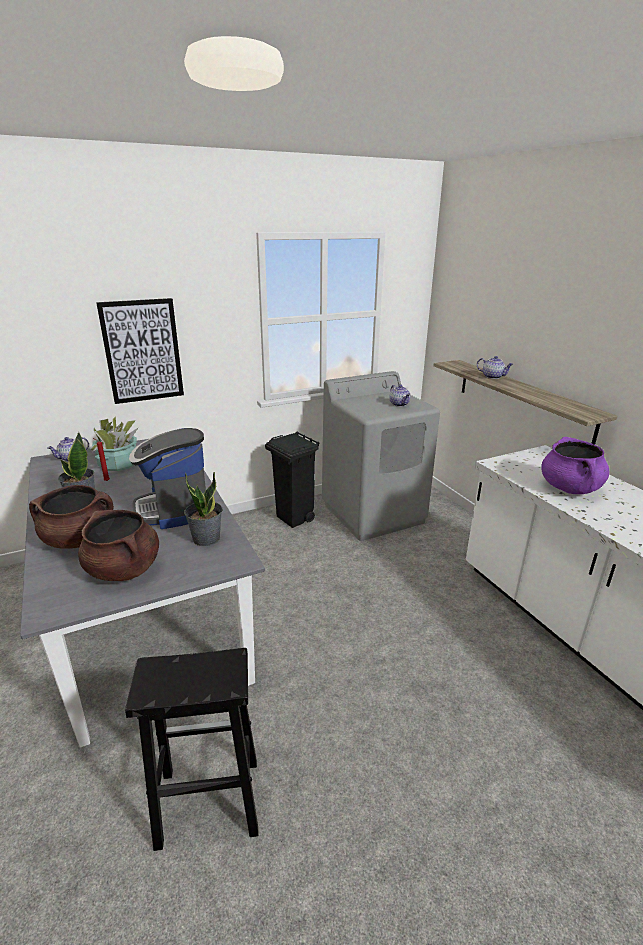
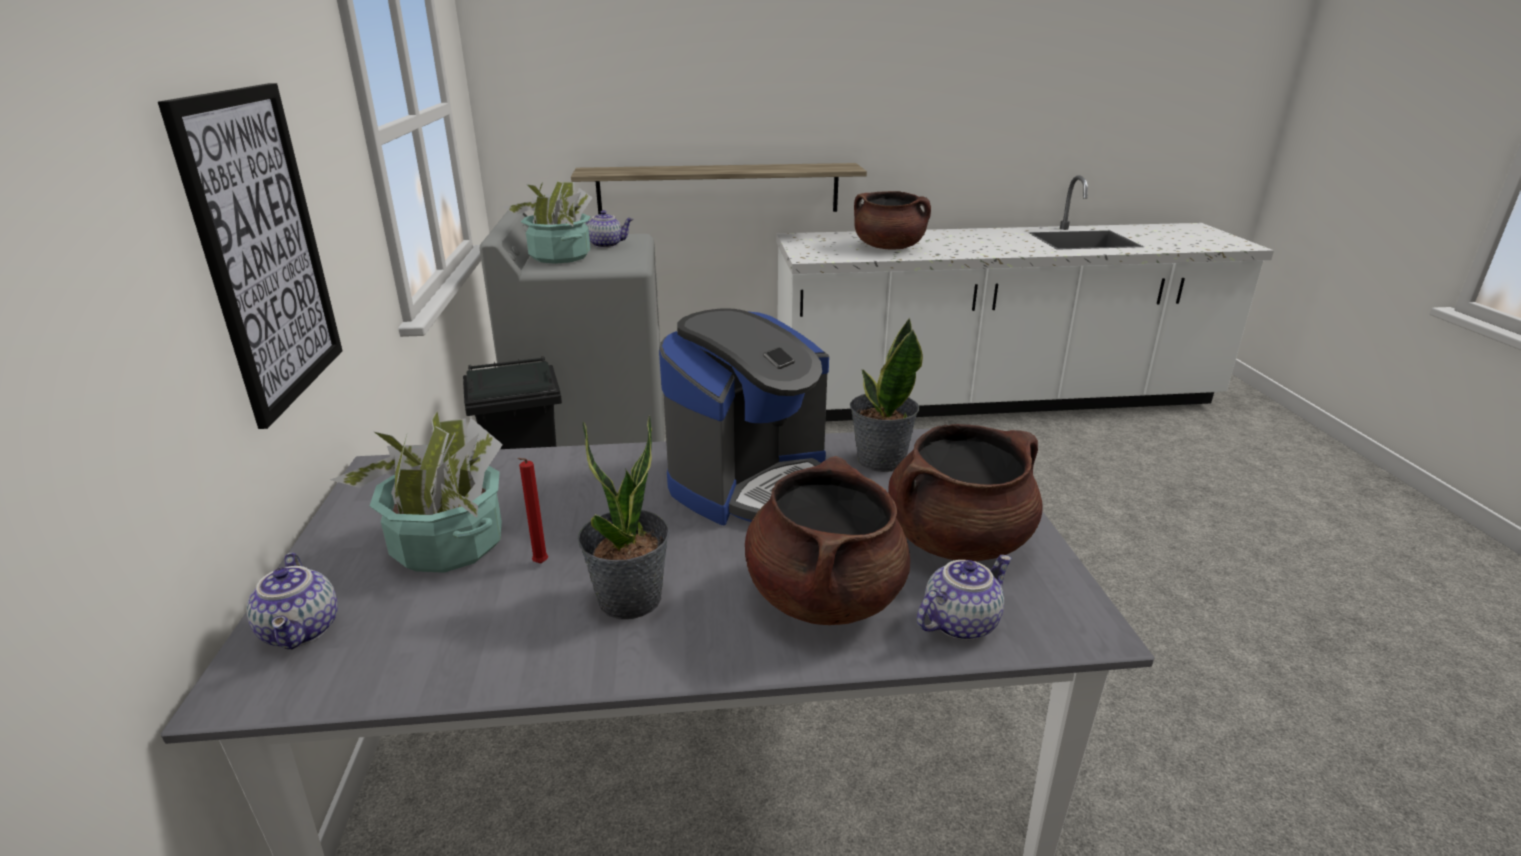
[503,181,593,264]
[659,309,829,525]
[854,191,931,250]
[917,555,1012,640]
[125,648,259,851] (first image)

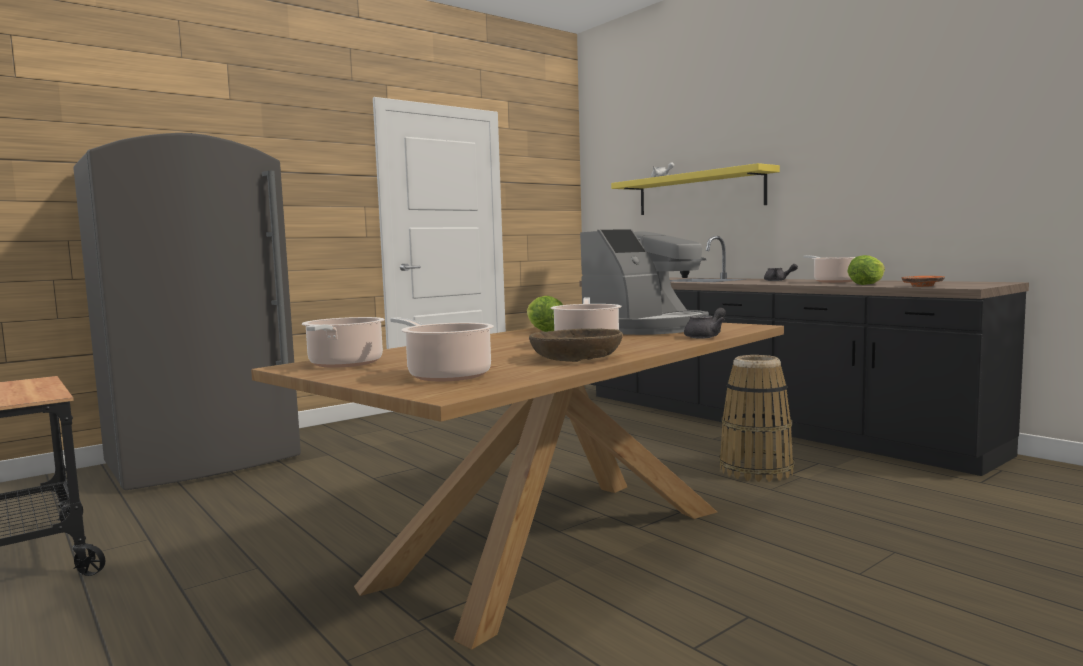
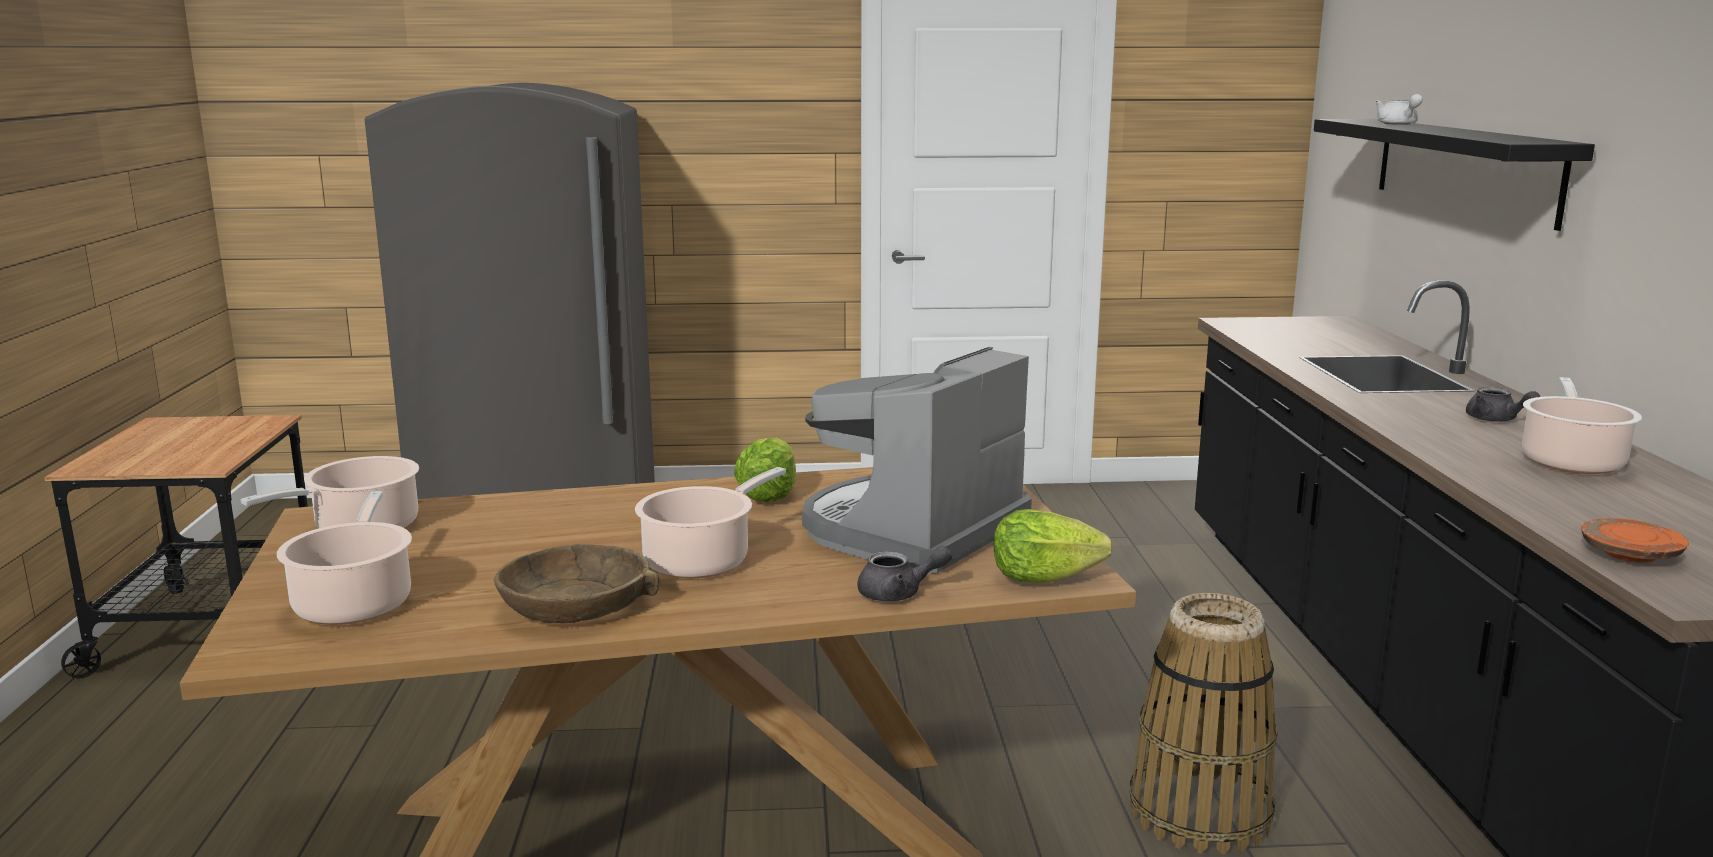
[802,347,1032,574]
[993,509,1112,583]
[1314,119,1595,231]

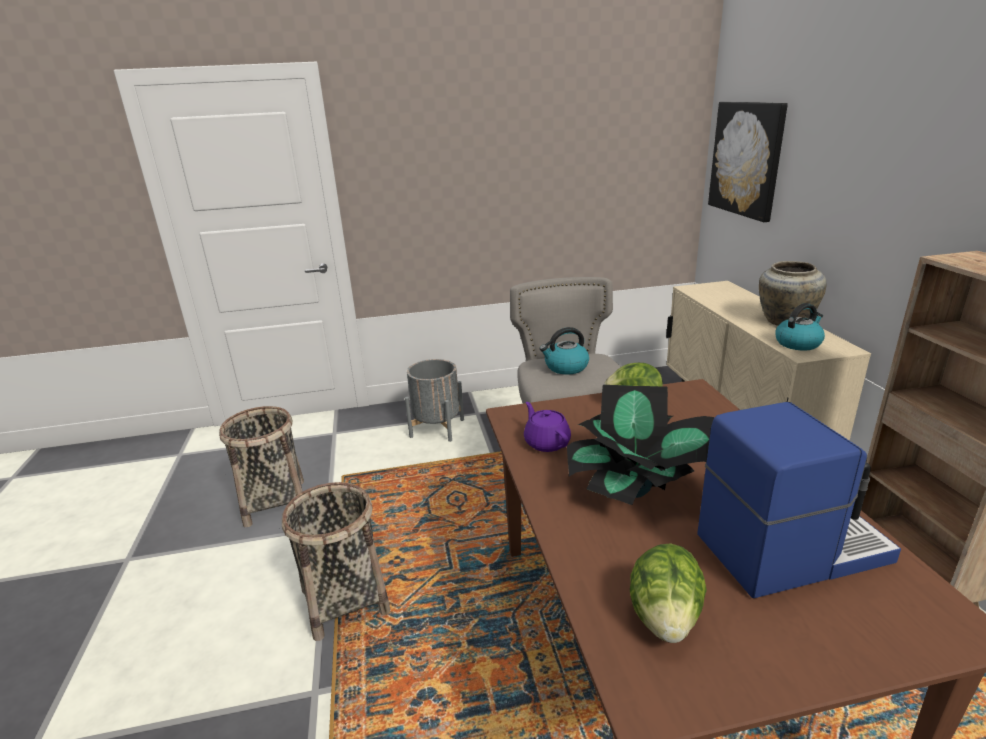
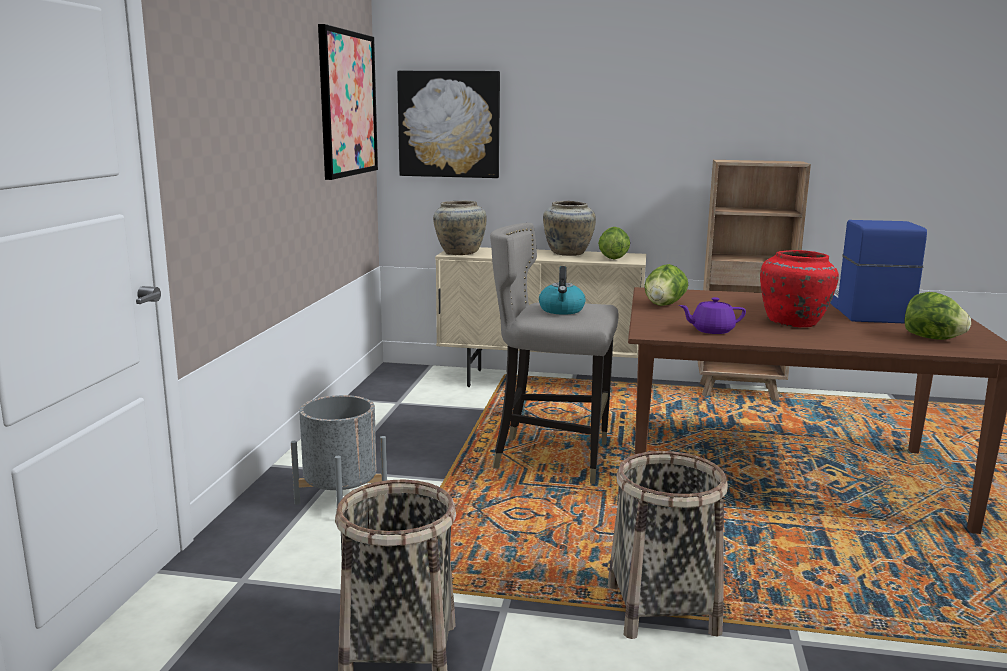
[318,24,378,180]
[433,201,487,255]
[598,227,630,260]
[760,250,839,327]

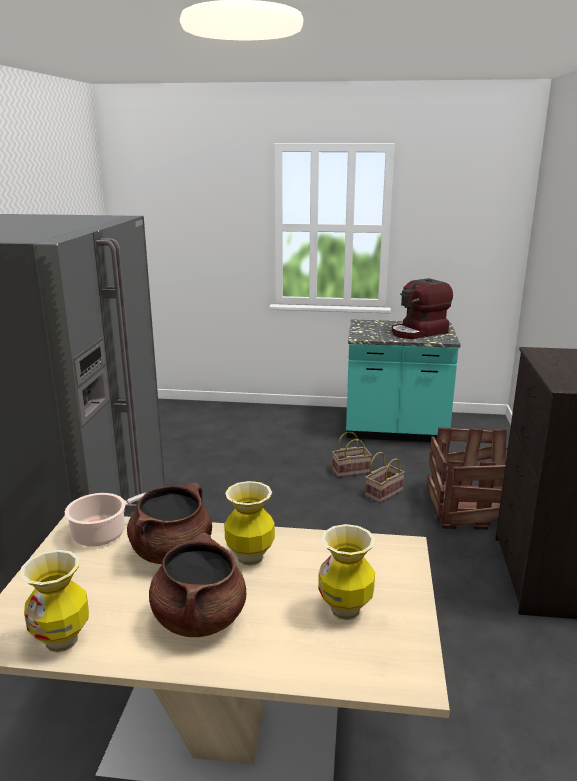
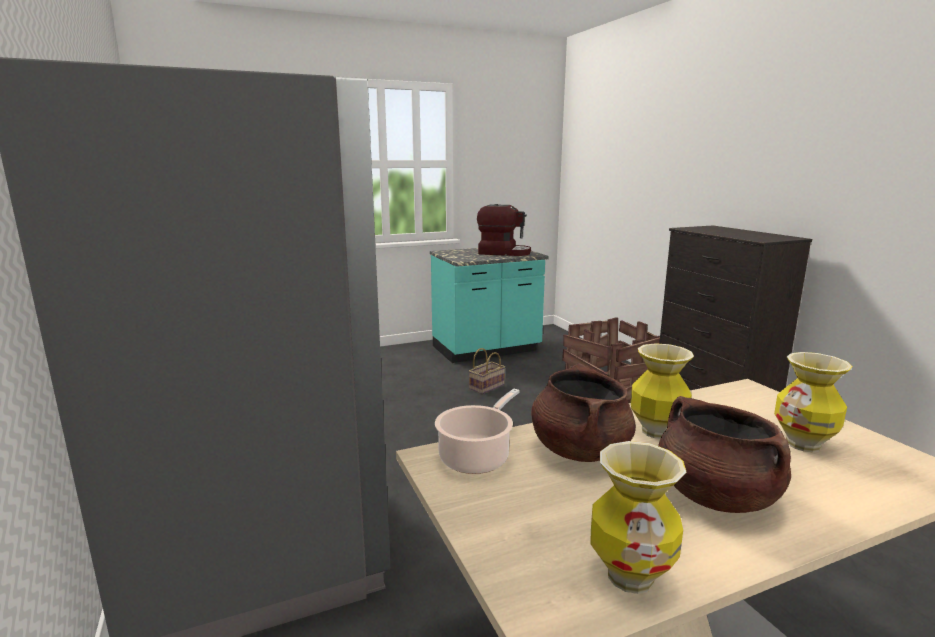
[477,204,531,256]
[365,452,405,503] (first image)

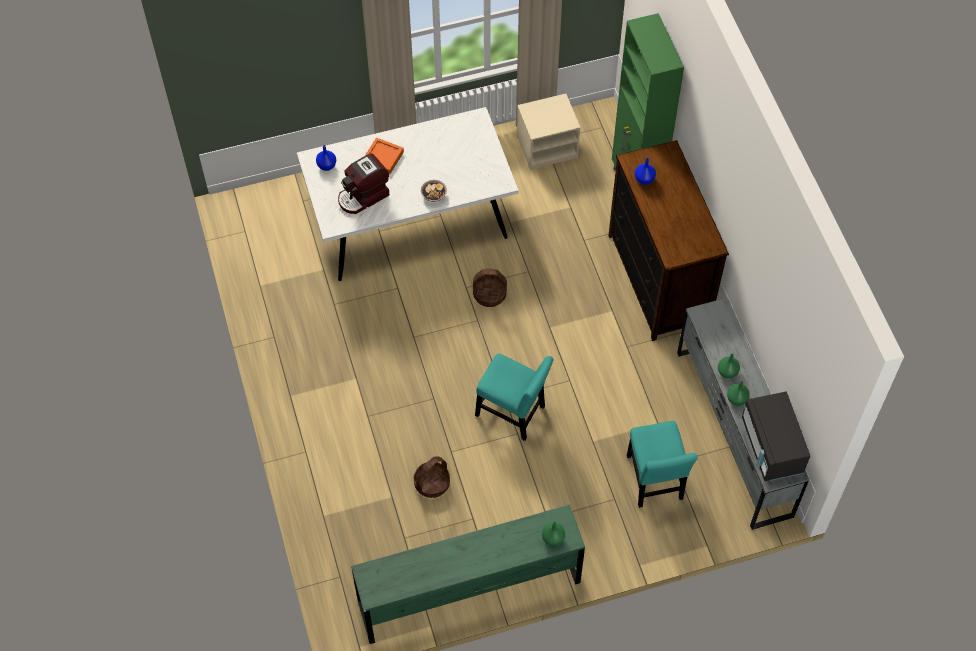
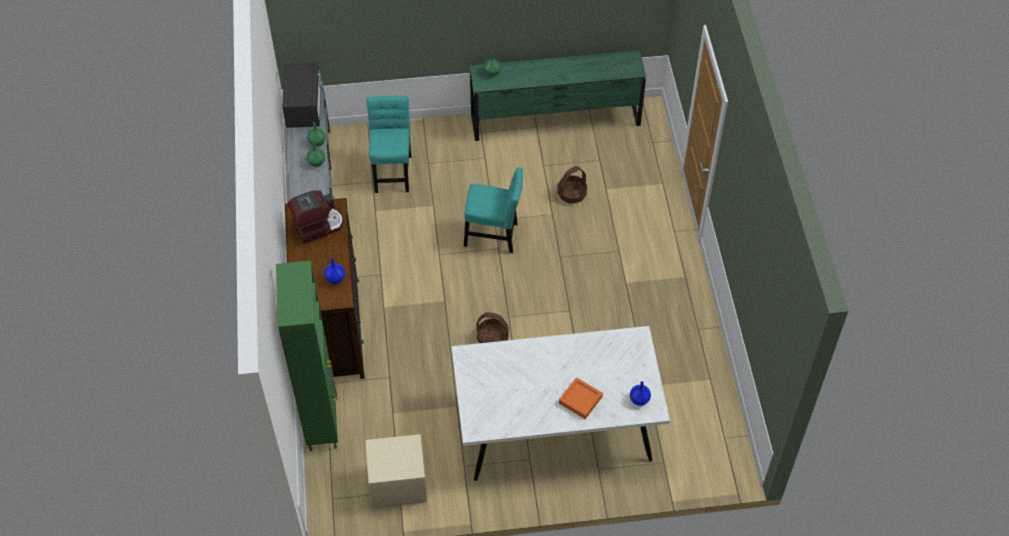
[288,190,343,244]
[464,167,523,253]
[421,180,447,202] (first image)

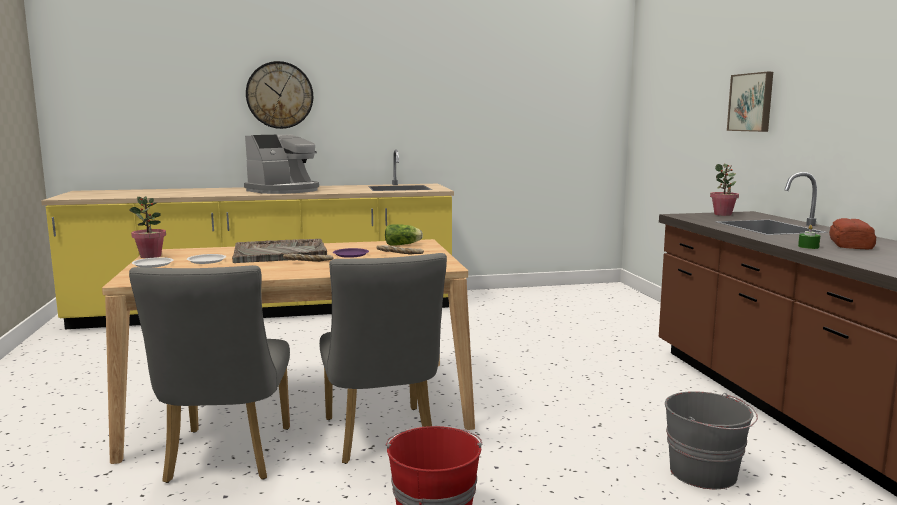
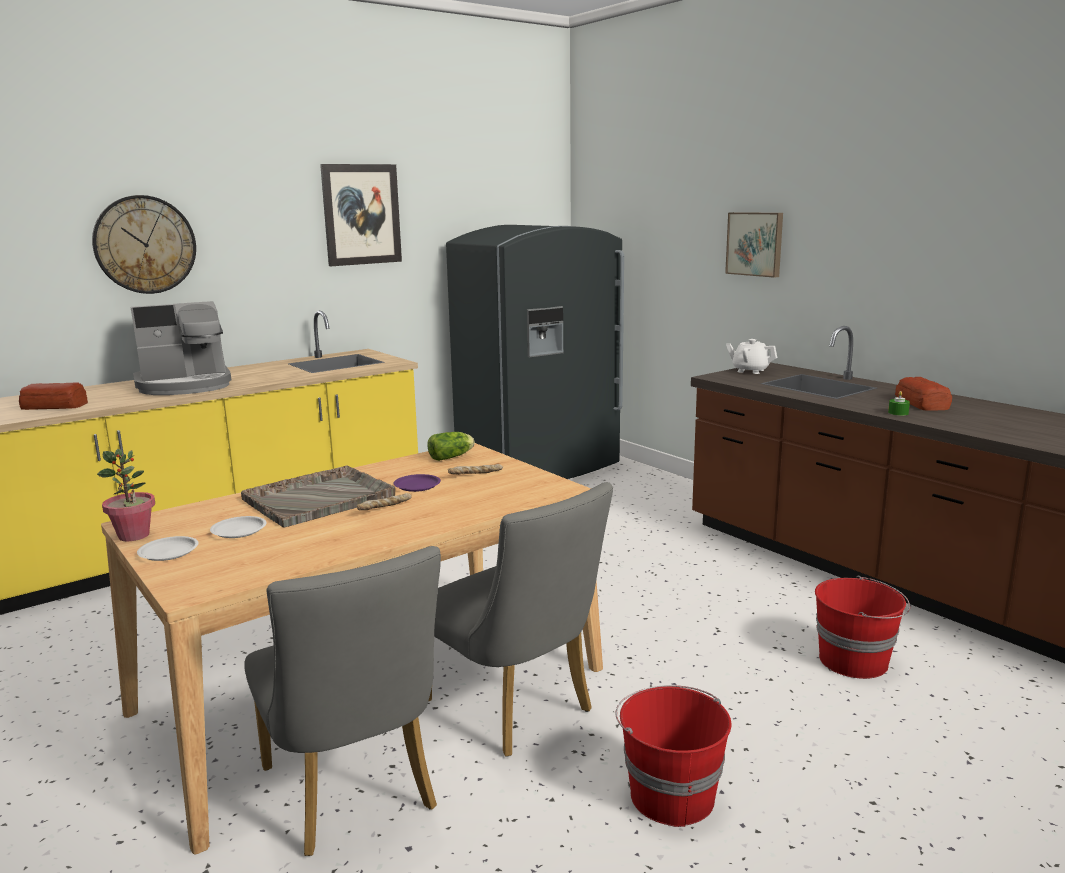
[19,383,88,410]
[131,301,231,395]
[320,164,402,266]
[446,225,624,479]
[726,339,777,374]
[815,576,910,679]

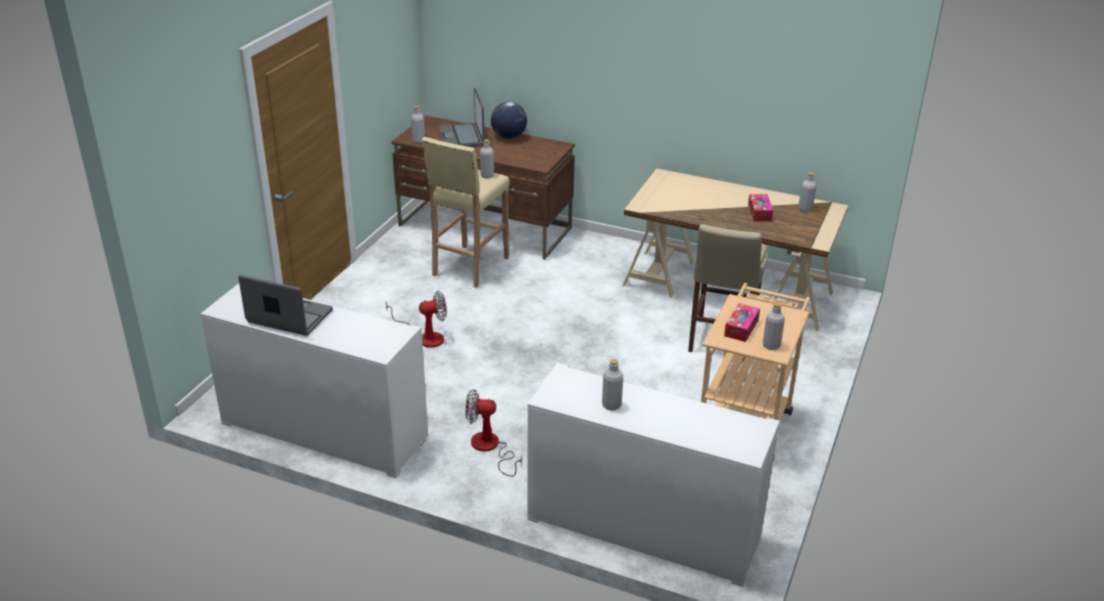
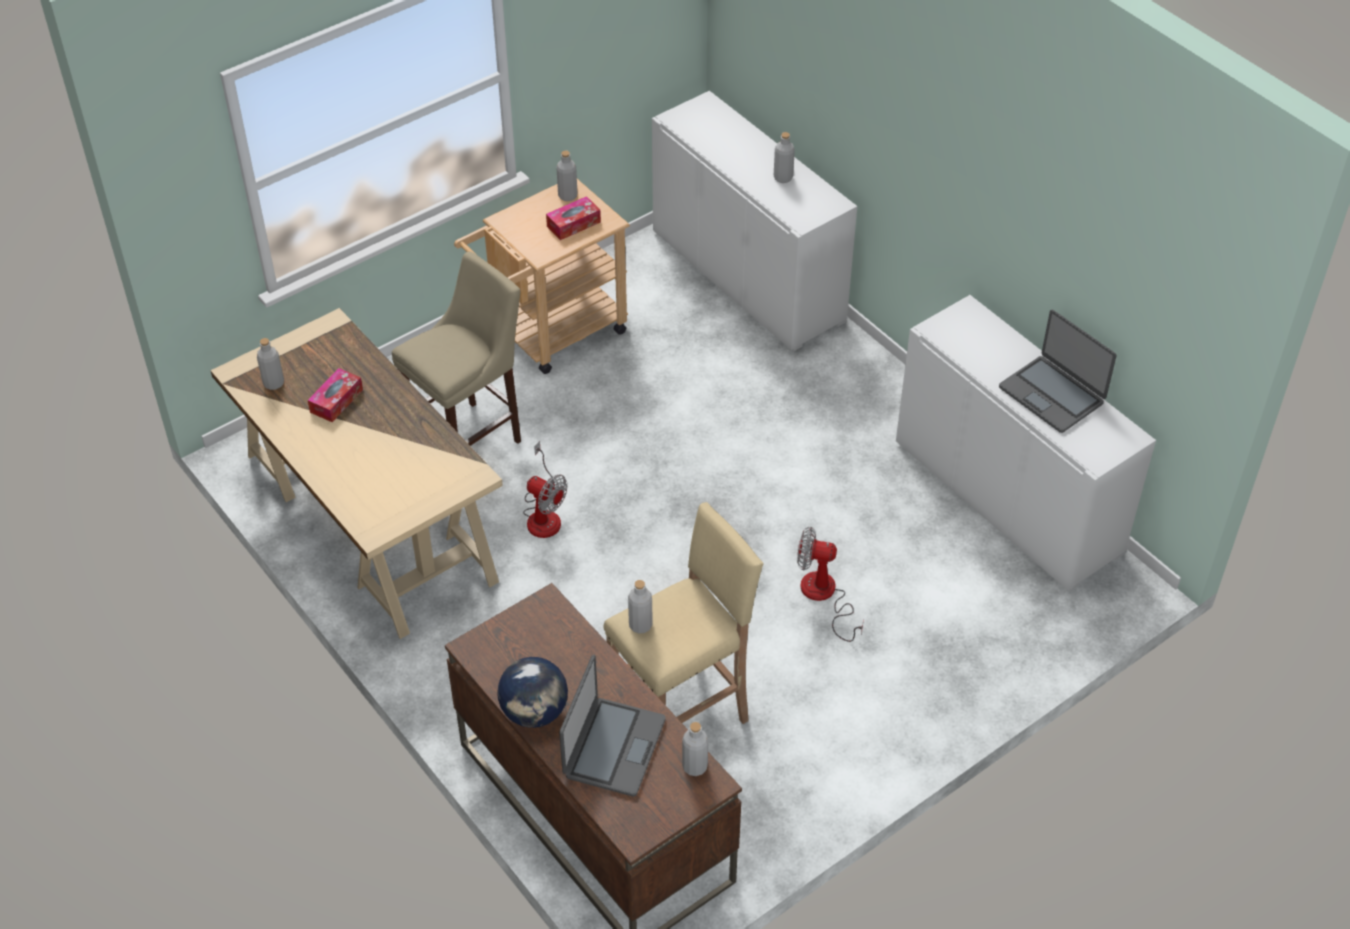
[523,441,568,538]

